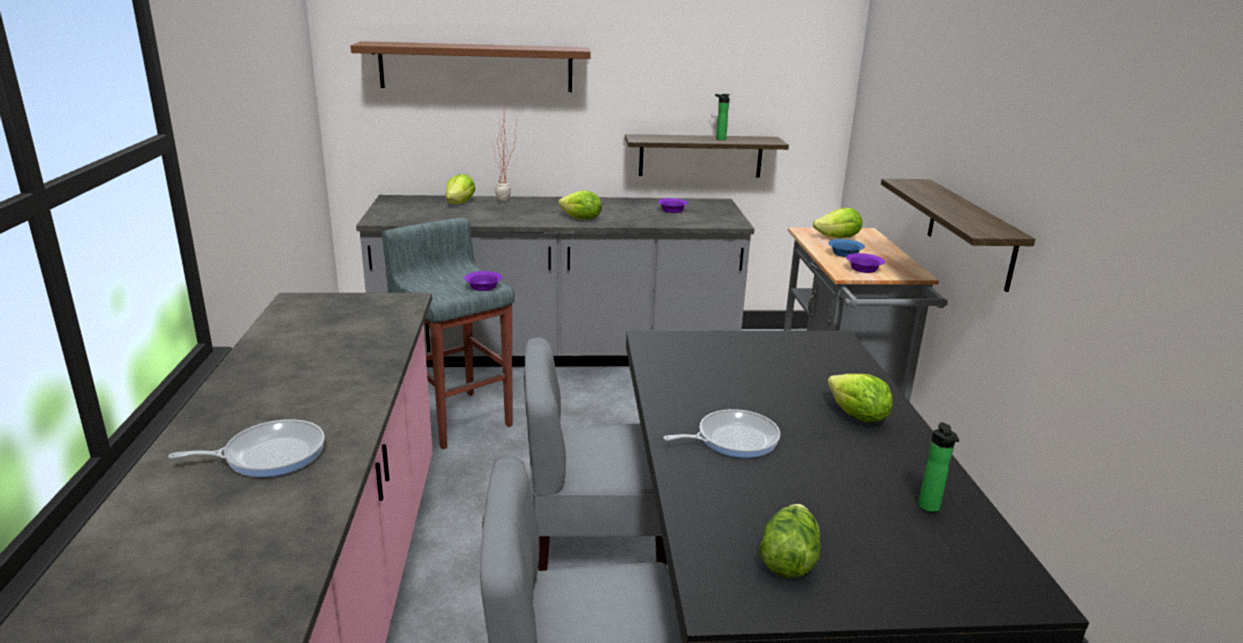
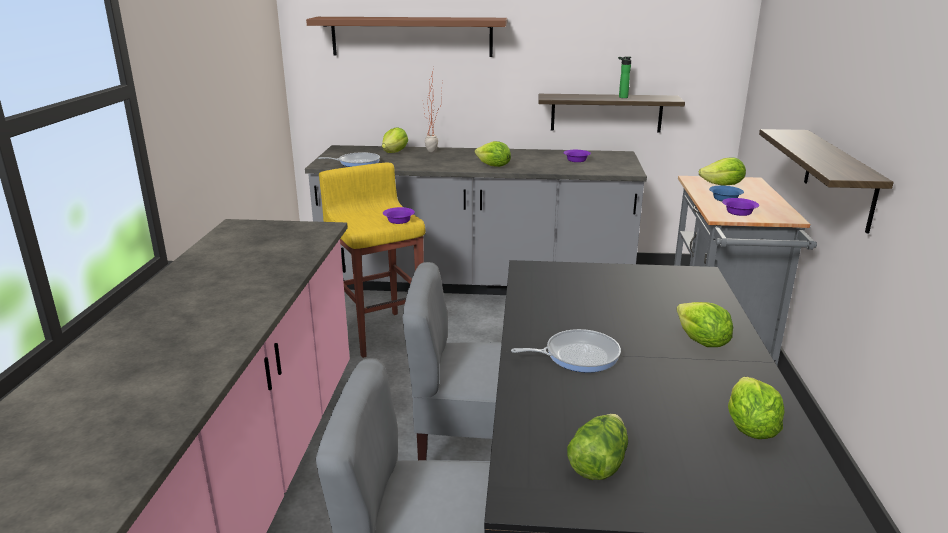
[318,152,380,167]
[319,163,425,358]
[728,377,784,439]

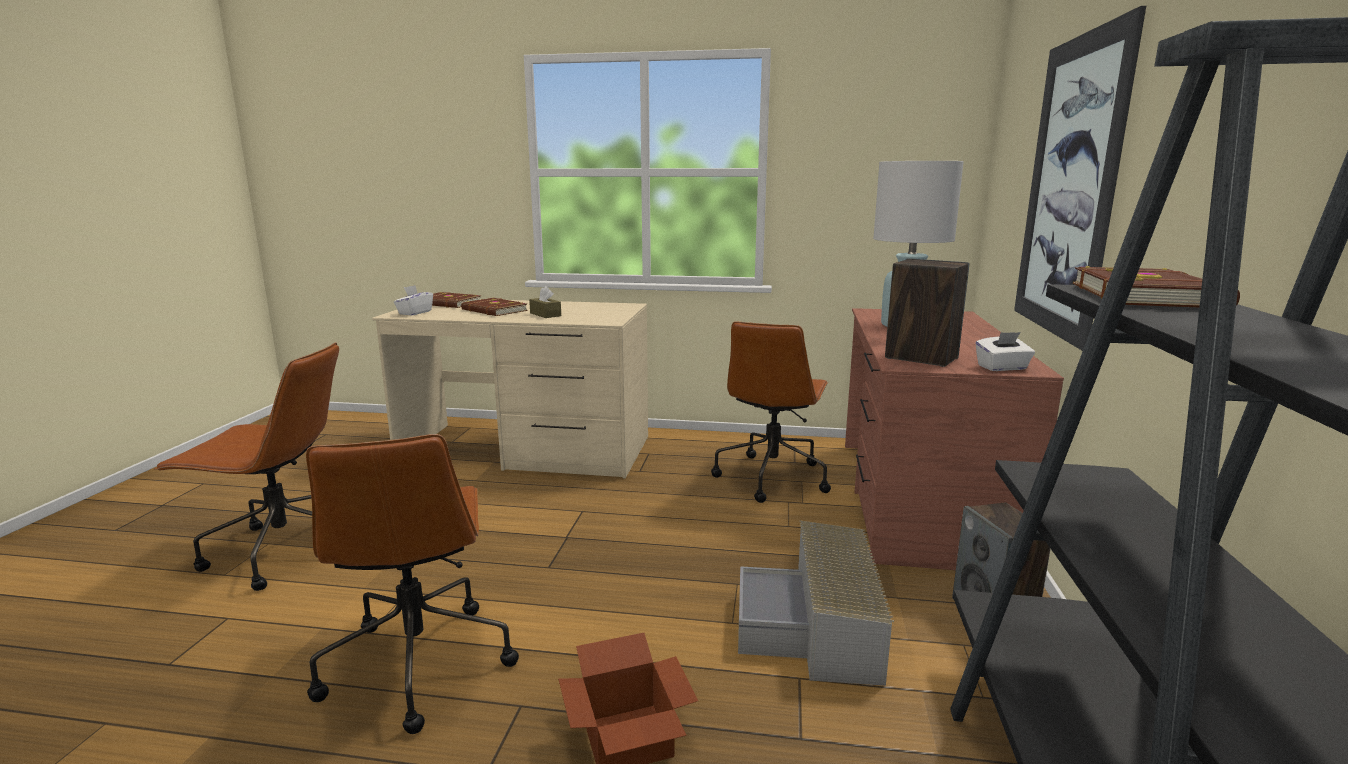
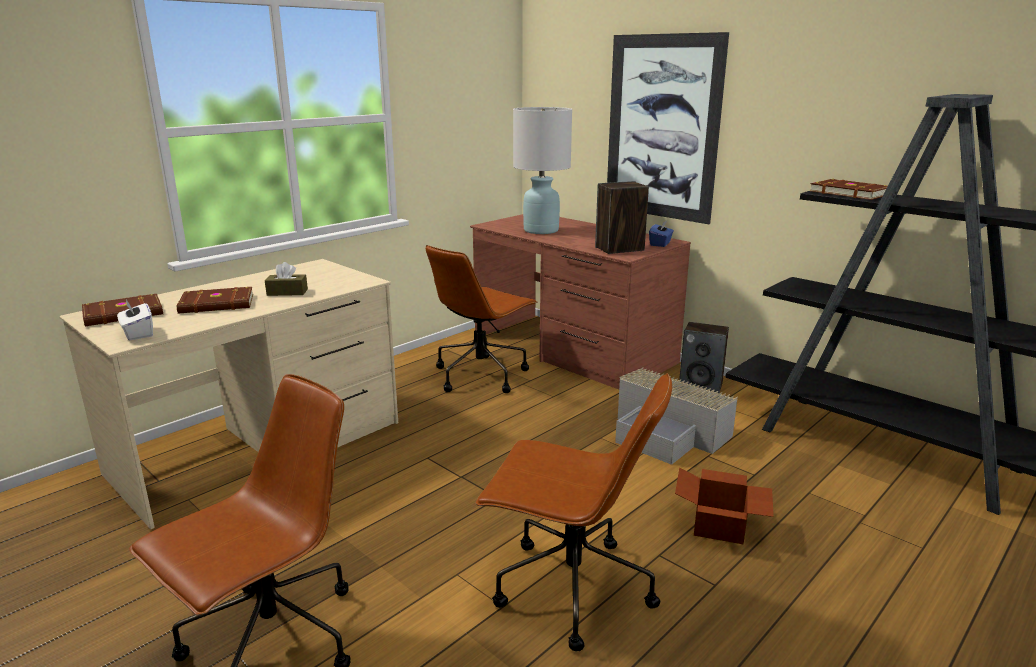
[426,245,537,393]
[649,221,674,247]

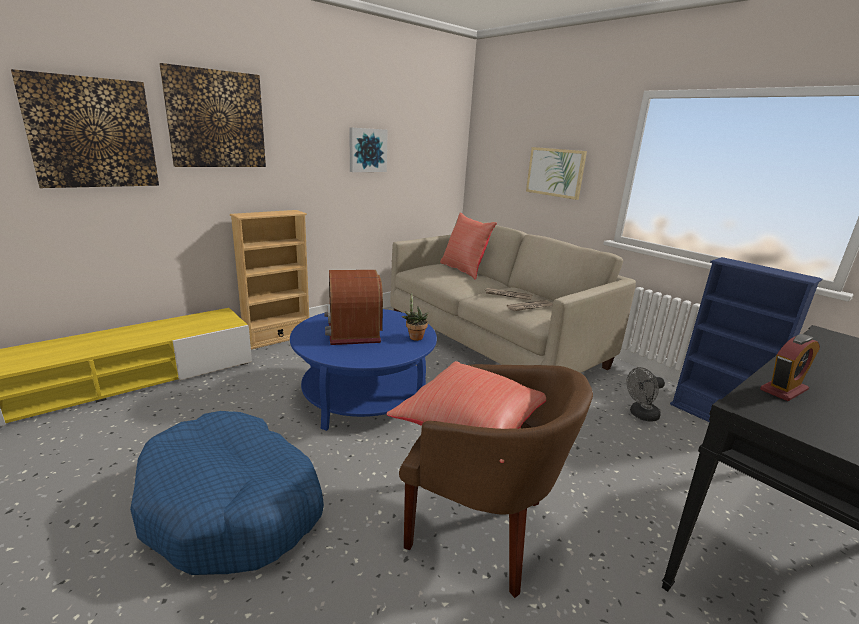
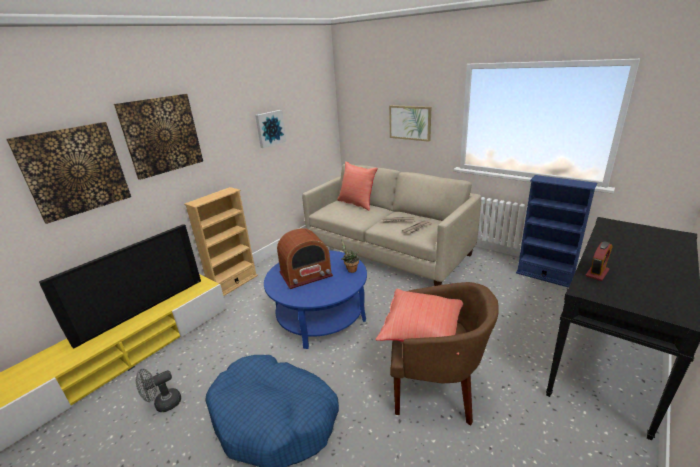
[39,224,201,349]
[136,369,181,412]
[277,228,333,289]

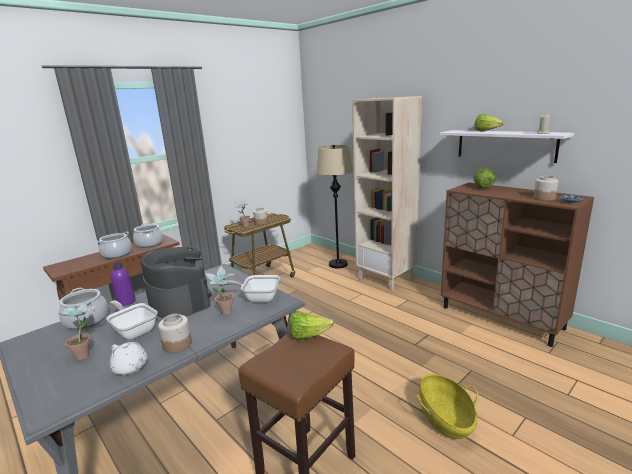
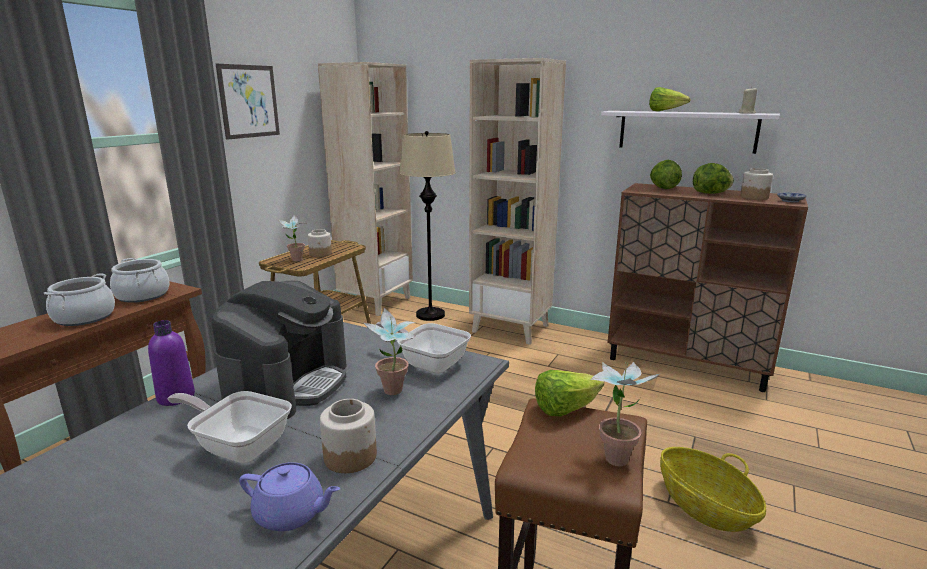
[212,281,347,419]
[216,64,280,140]
[239,462,340,531]
[318,62,413,316]
[376,321,471,374]
[591,362,659,466]
[693,163,734,194]
[59,288,108,329] (first image)

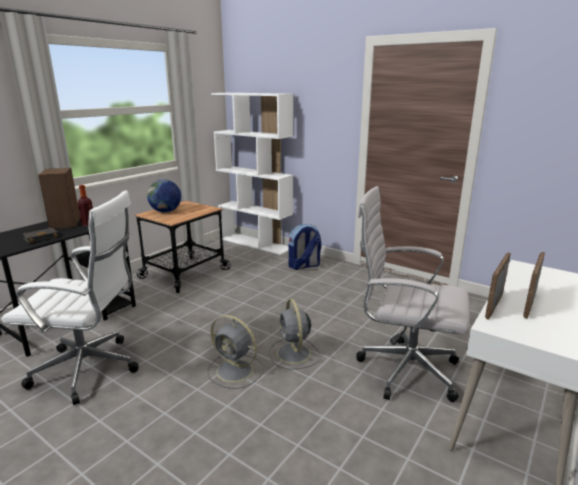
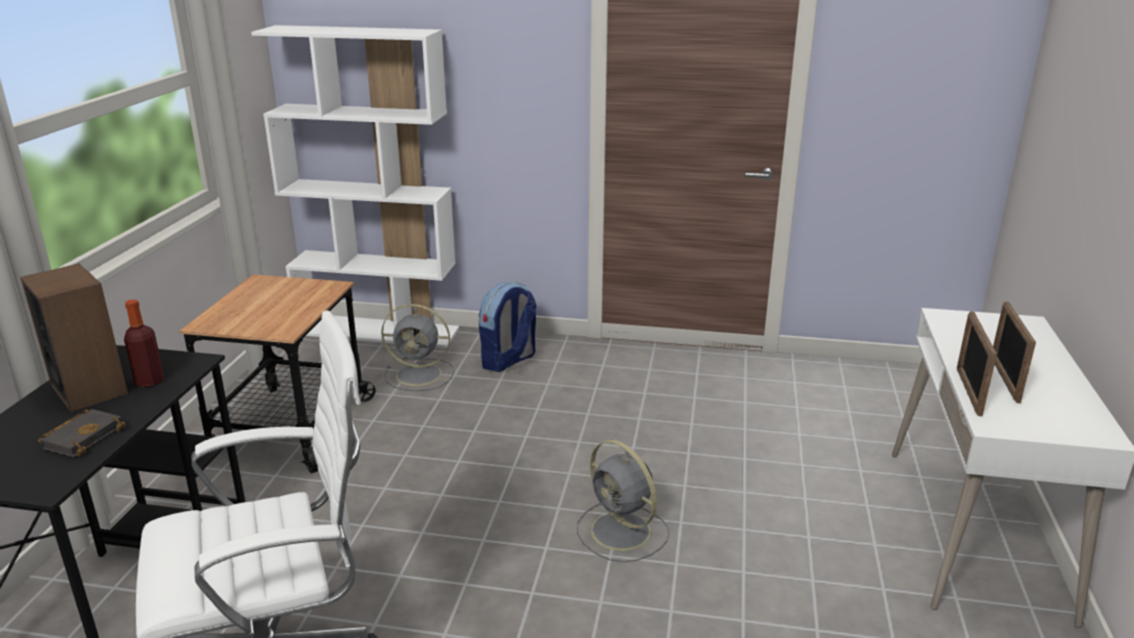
[381,304,454,391]
[147,179,181,213] (first image)
[356,186,470,402] (first image)

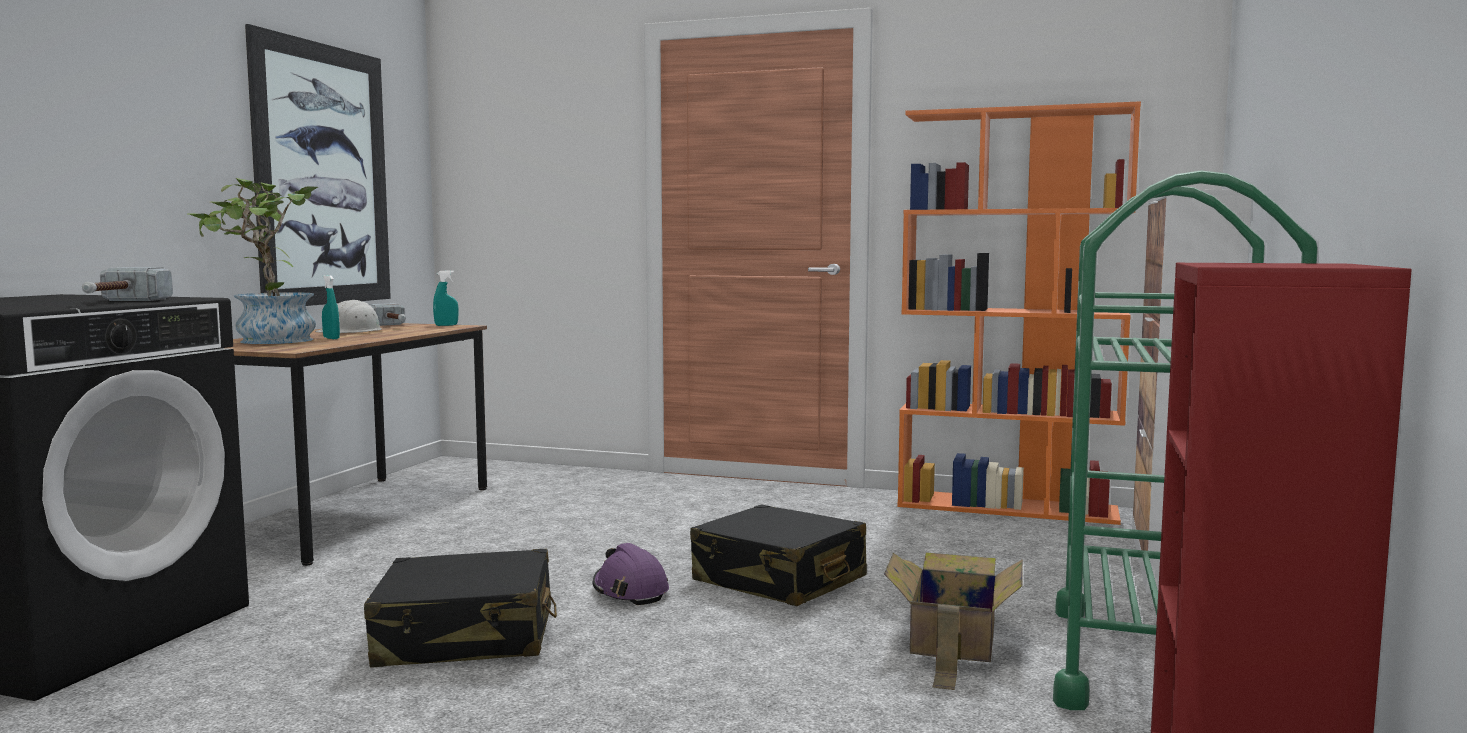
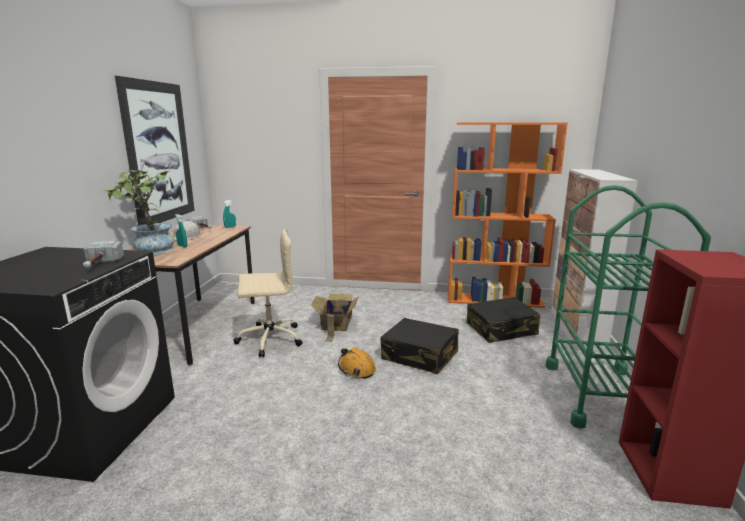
[234,229,302,357]
[311,294,359,342]
[338,348,376,379]
[467,297,541,343]

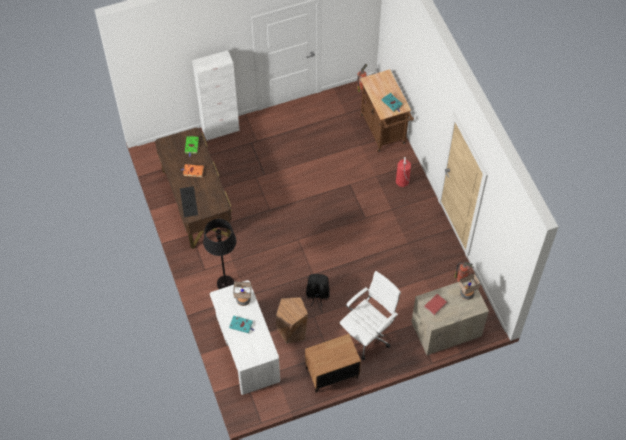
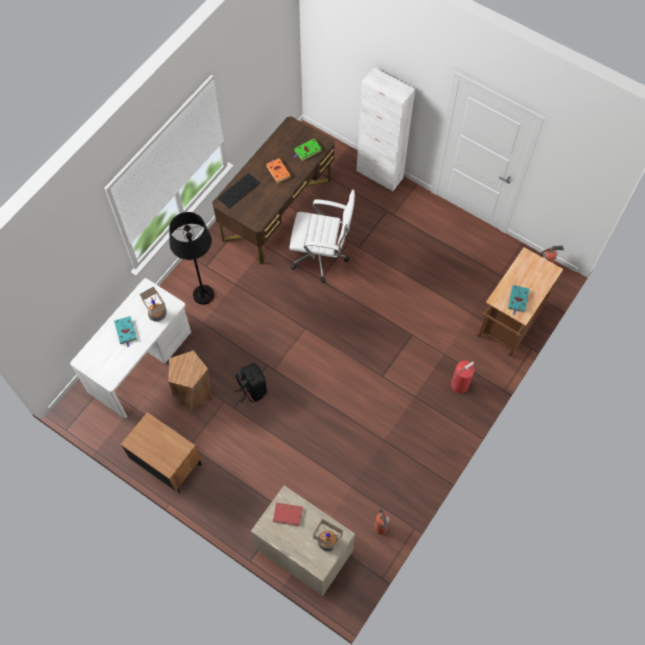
[289,190,355,283]

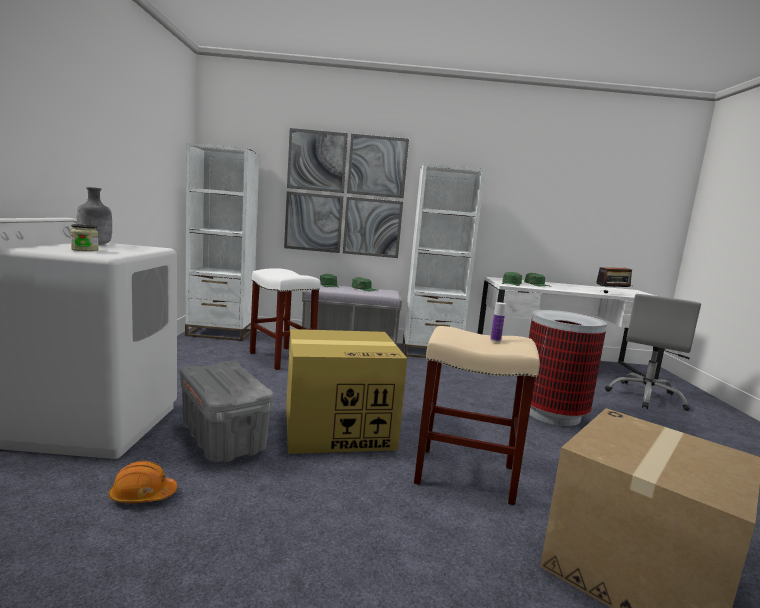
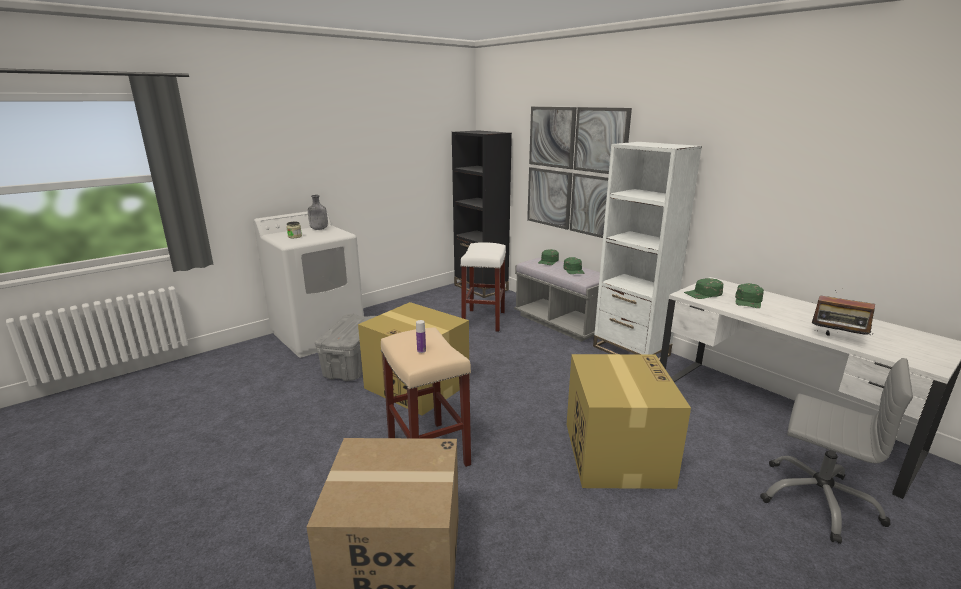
[452,131,512,298]
[567,354,691,489]
[760,358,913,544]
[109,461,177,503] (first image)

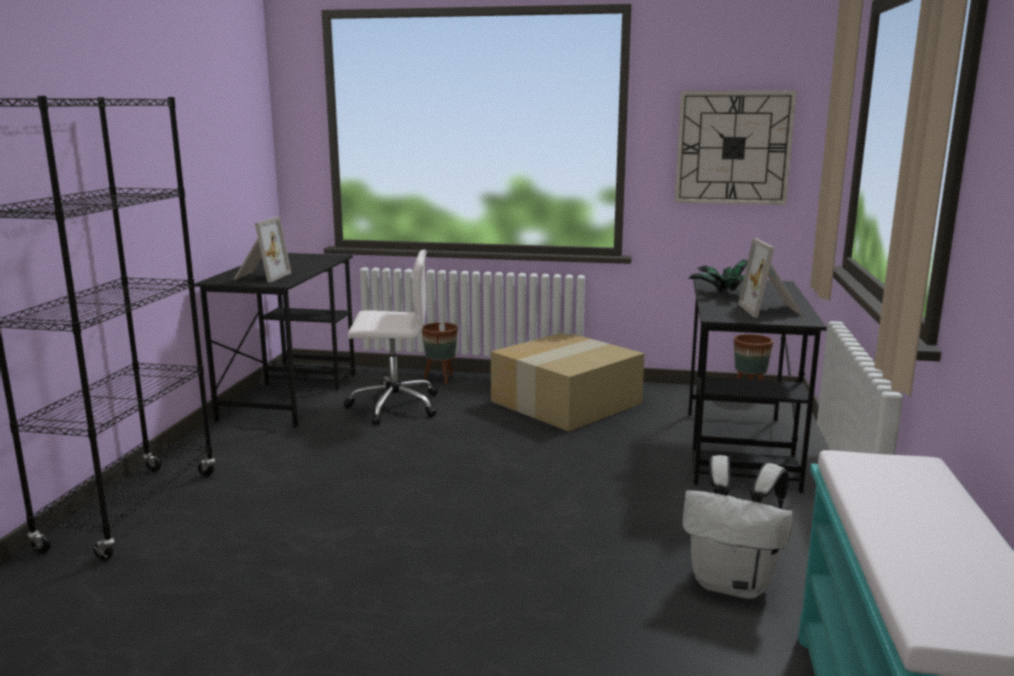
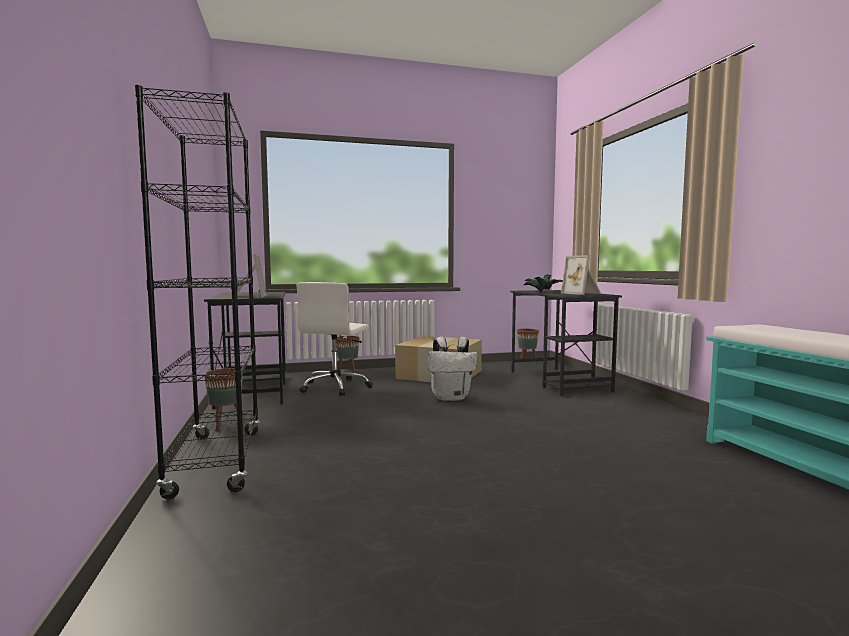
[204,368,244,431]
[297,282,373,396]
[428,337,478,401]
[675,91,797,205] (first image)

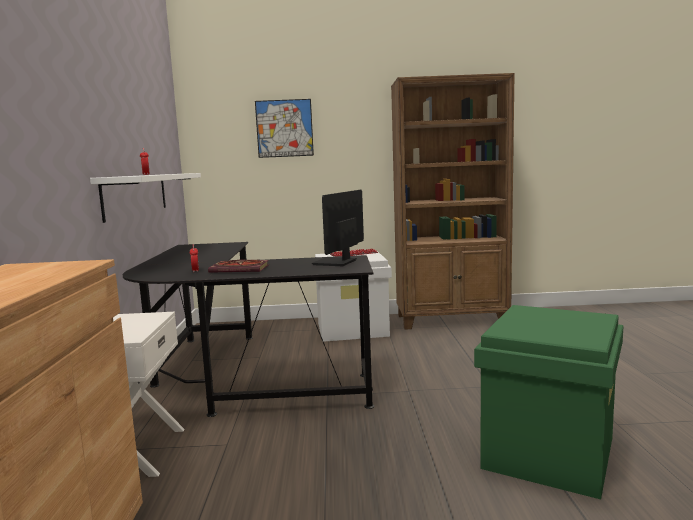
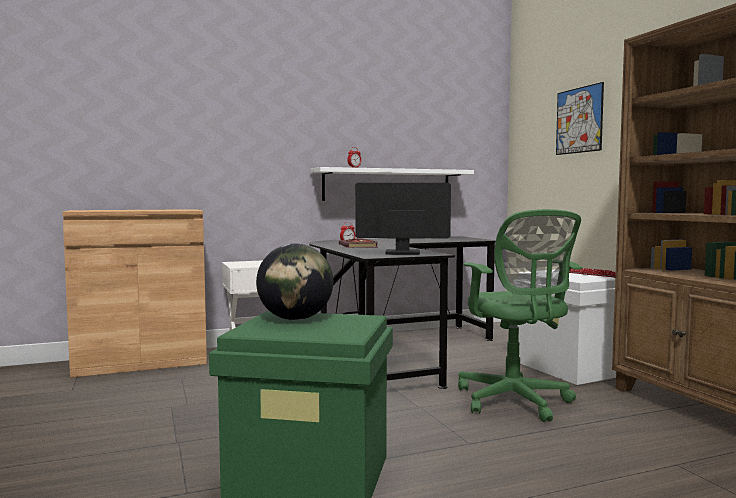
[256,244,333,320]
[458,209,582,422]

